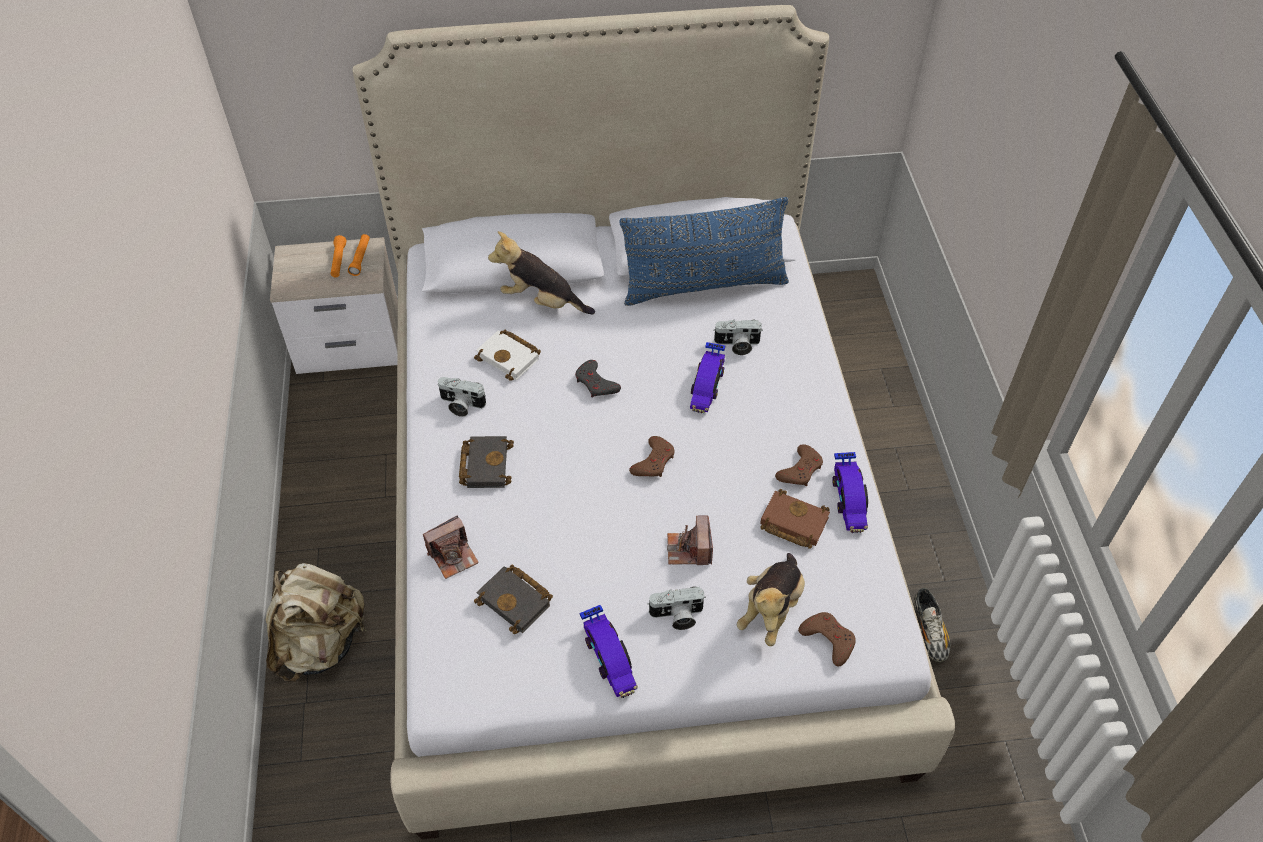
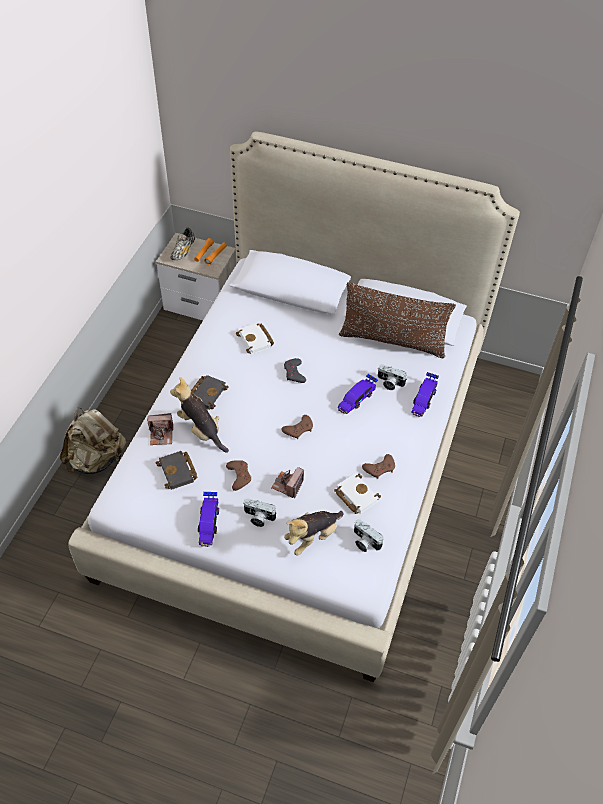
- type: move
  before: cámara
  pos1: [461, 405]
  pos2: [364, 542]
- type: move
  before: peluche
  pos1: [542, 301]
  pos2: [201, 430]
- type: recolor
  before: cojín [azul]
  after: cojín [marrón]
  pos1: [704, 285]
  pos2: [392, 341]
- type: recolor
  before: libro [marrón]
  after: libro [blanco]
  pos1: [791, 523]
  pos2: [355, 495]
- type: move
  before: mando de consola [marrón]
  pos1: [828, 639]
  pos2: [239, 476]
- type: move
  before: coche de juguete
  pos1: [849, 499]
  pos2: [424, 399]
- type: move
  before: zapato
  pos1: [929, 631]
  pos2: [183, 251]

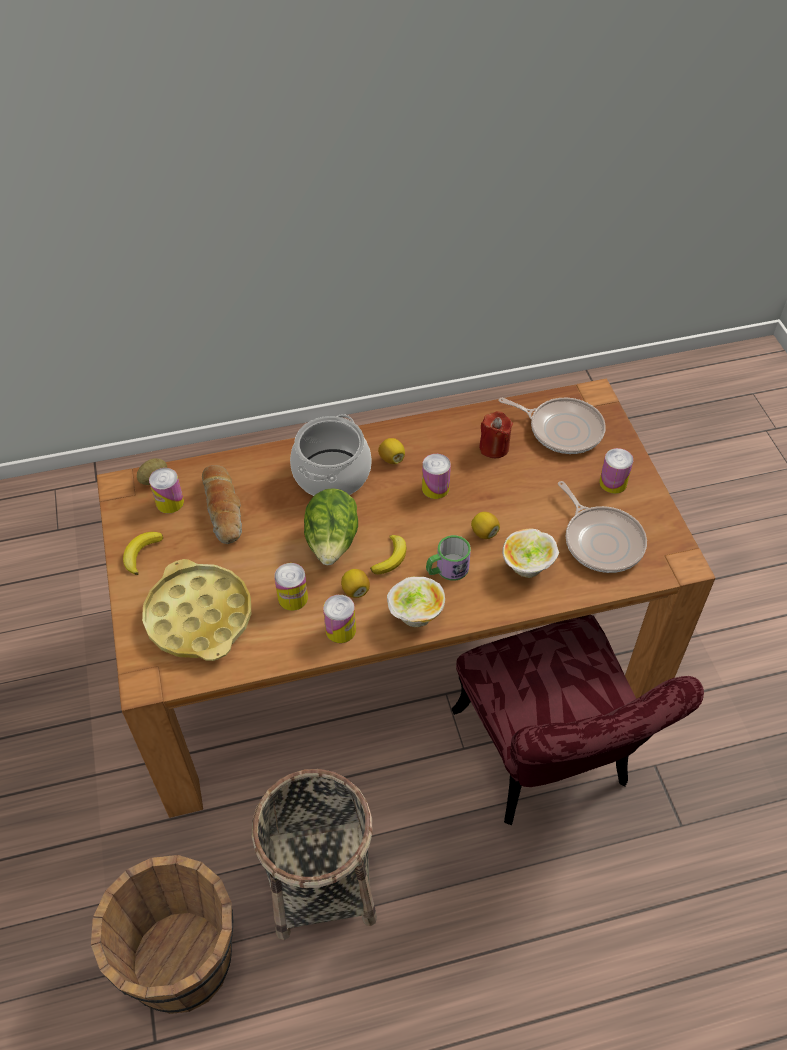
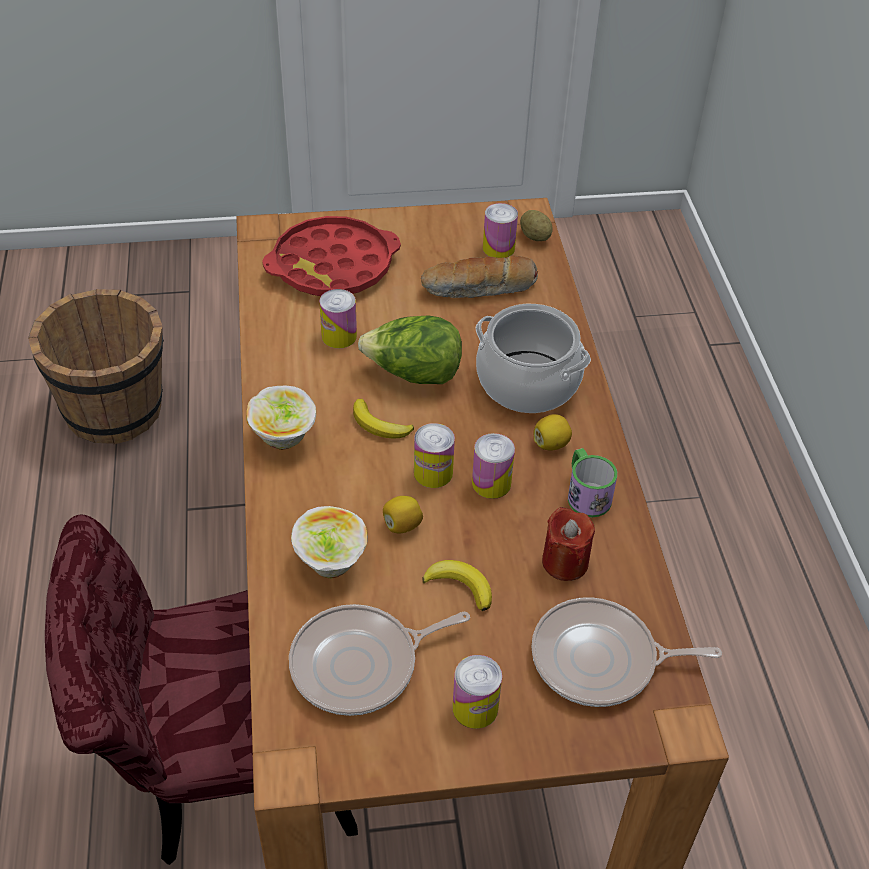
- type: move
  before: plátano
  pos1: [141, 553]
  pos2: [460, 586]
- type: recolor
  before: bandeja [amarillo]
  after: bandeja [rojo]
  pos1: [199, 616]
  pos2: [333, 266]
- type: delete
  before: cesta
  pos1: [321, 882]
- type: move
  before: lata
  pos1: [340, 630]
  pos2: [433, 473]
- type: delete
  before: limón
  pos1: [355, 590]
- type: move
  before: taza grande
  pos1: [447, 569]
  pos2: [586, 493]
- type: rotate
  before: sartén
  pos1: [562, 429]
  pos2: [600, 660]
  turn: 60

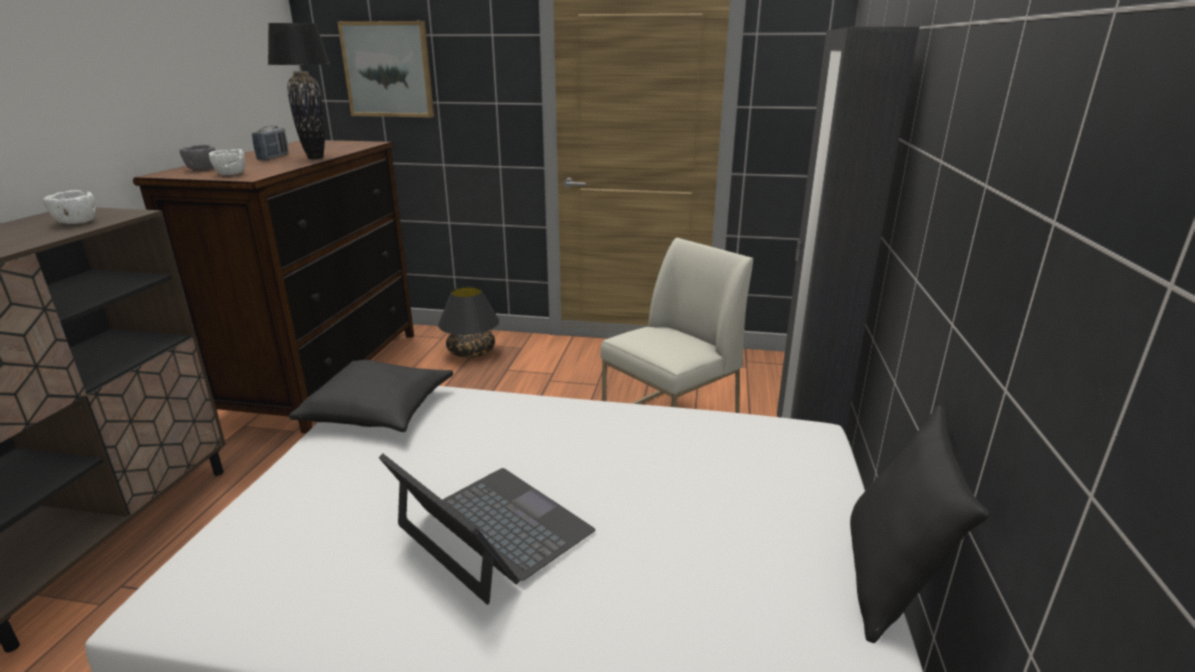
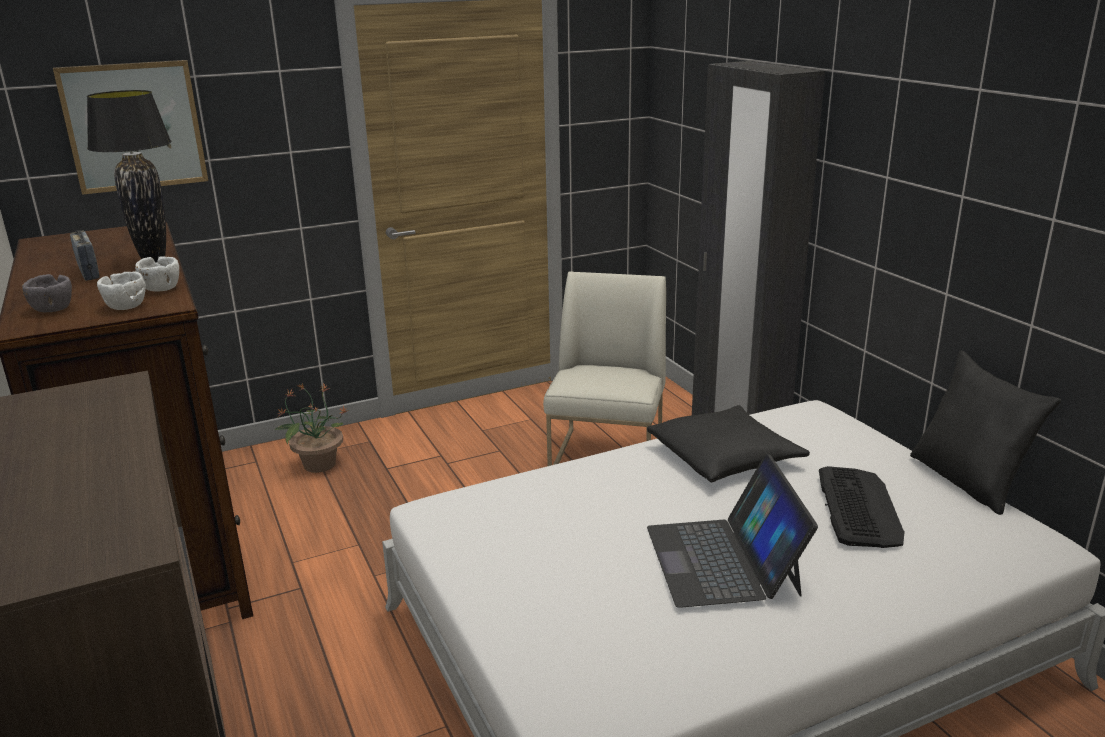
- type: move
  before: cuenco [blanco]
  pos1: [76, 222]
  pos2: [161, 289]
- type: move
  before: cojín [negro]
  pos1: [378, 409]
  pos2: [725, 456]
- type: rotate
  before: portátil
  pos1: [492, 530]
  pos2: [723, 560]
  turn: -105
- type: replace
  before: lámpara de mesa [negro]
  after: planta en maceta
  pos1: [471, 352]
  pos2: [318, 464]
- type: insert
  after: teclado
  pos2: [858, 507]

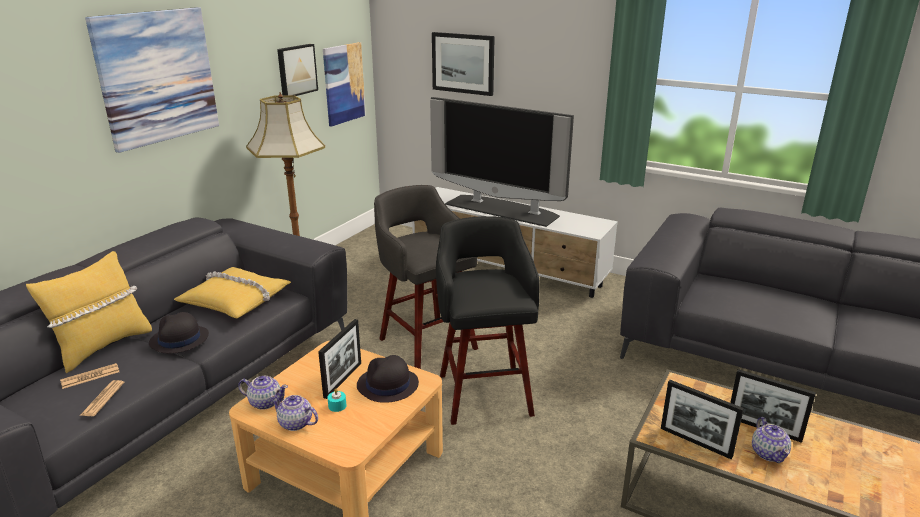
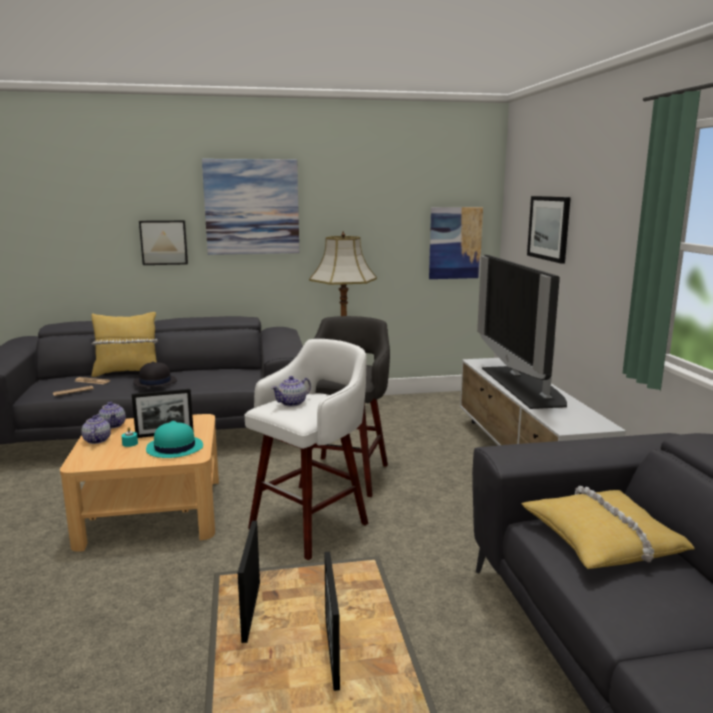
- type: move
  before: cojín [amarillo]
  pos1: [236, 300]
  pos2: [603, 539]
- type: move
  before: cuadro
  pos1: [296, 70]
  pos2: [164, 242]
- type: recolor
  before: sombrero [negro]
  after: sombrero [turquesa]
  pos1: [387, 385]
  pos2: [174, 448]
- type: recolor
  before: taburete [negro]
  after: taburete [blanco]
  pos1: [484, 392]
  pos2: [312, 524]
- type: move
  before: tetera
  pos1: [768, 453]
  pos2: [292, 403]

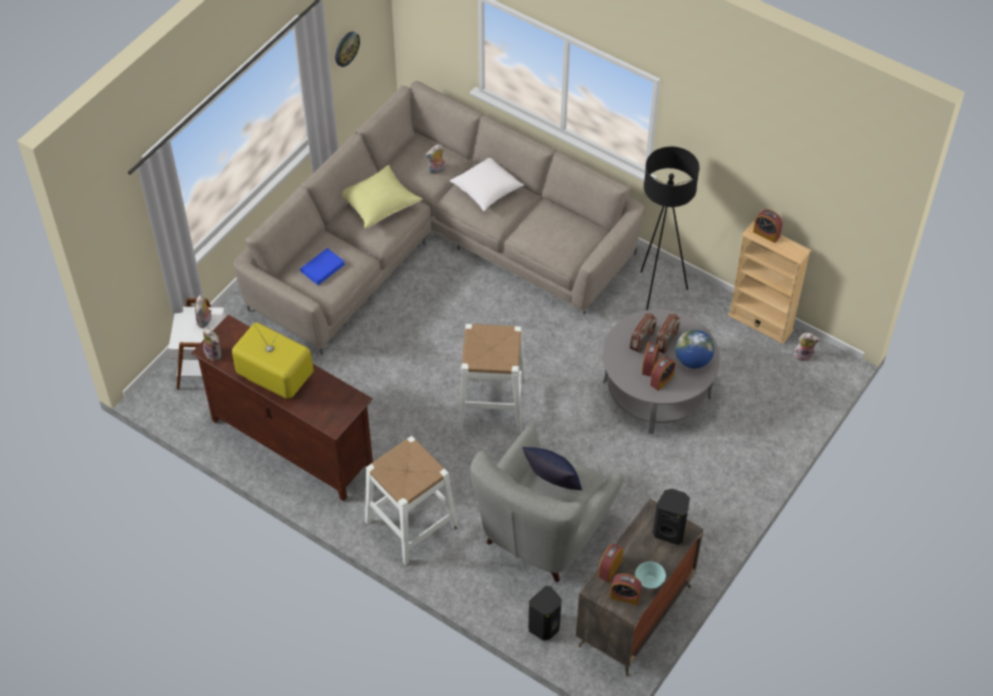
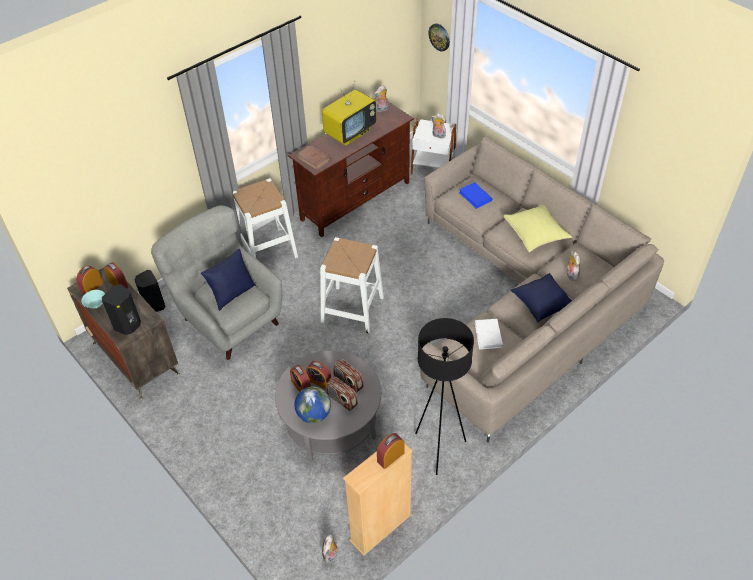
- type: move
  before: reloj de pared
  pos1: [346, 48]
  pos2: [439, 37]
- type: recolor
  before: cojín [blanco]
  after: cojín [azul]
  pos1: [487, 191]
  pos2: [541, 304]
- type: insert
  after: libro [marrón]
  pos2: [314, 159]
- type: insert
  after: libro [blanco]
  pos2: [488, 335]

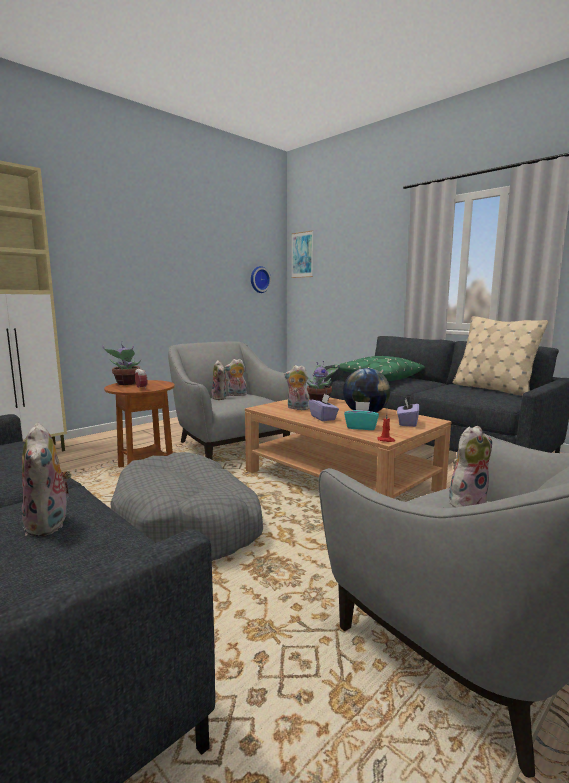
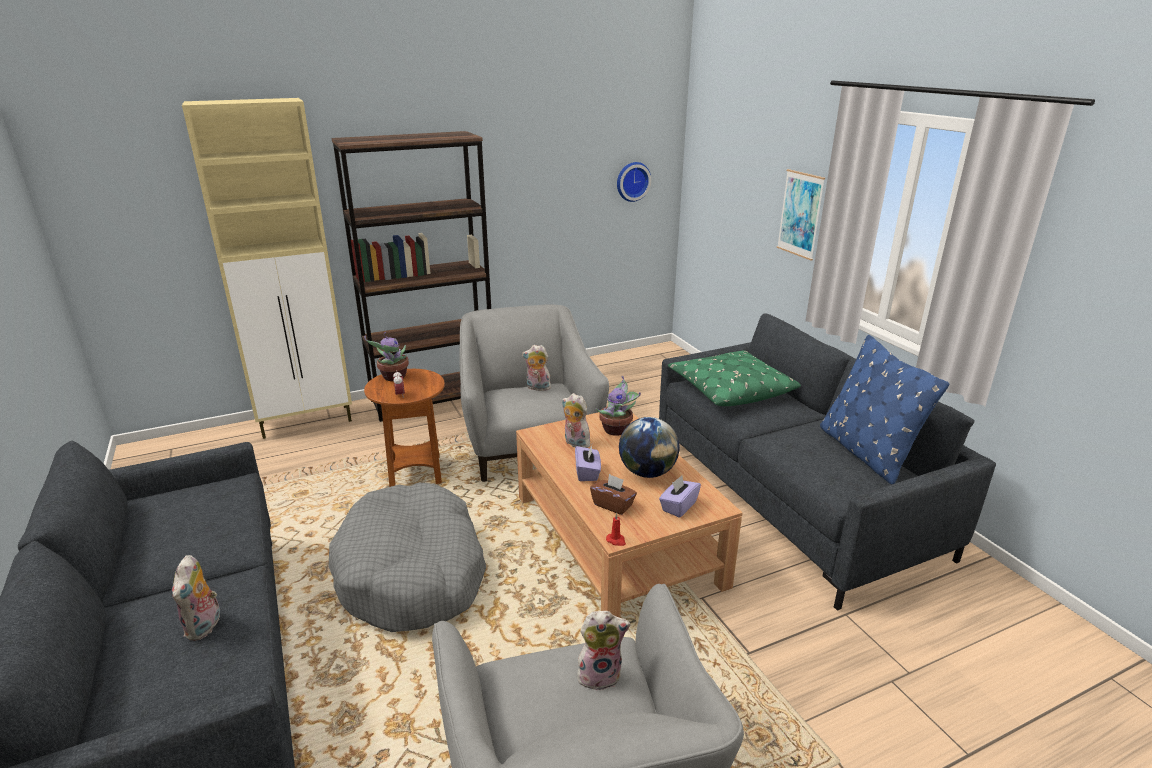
- type: delete
  before: peluche
  pos1: [220, 398]
- type: move
  before: cuadro
  pos1: [302, 255]
  pos2: [800, 214]
- type: recolor
  before: caja de pañuelos [turquesa]
  after: caja de pañuelos [marrón]
  pos1: [361, 427]
  pos2: [613, 505]
- type: recolor
  before: cojín [beis]
  after: cojín [azul]
  pos1: [492, 389]
  pos2: [866, 452]
- type: insert
  after: estantería [marrón]
  pos2: [434, 399]

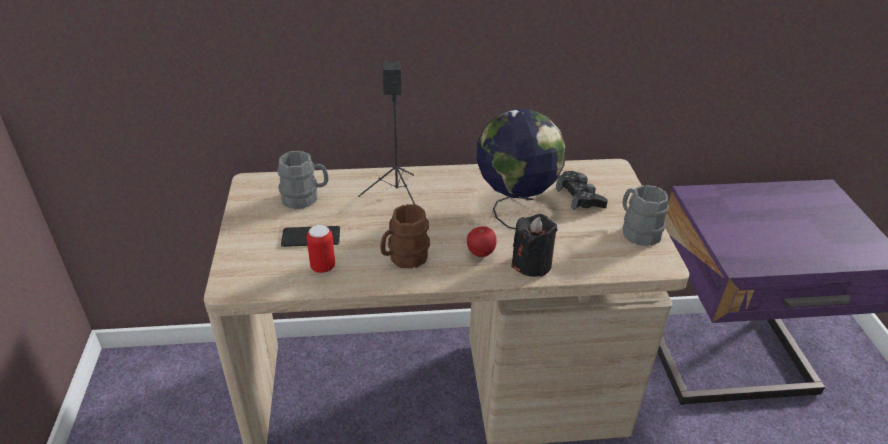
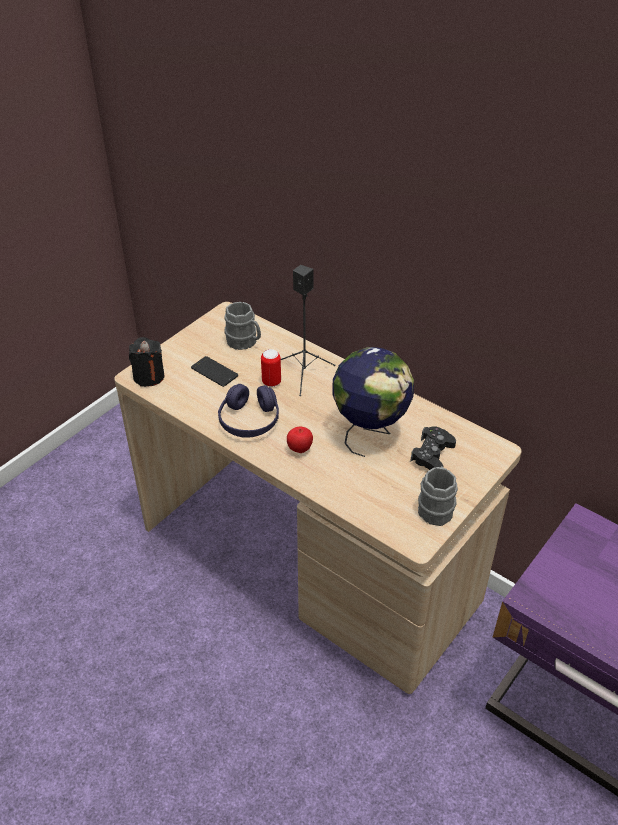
- type: move
  before: lata
  pos1: [323, 267]
  pos2: [271, 382]
- type: replace
  before: taza grande [marrón]
  after: auriculares [morado]
  pos1: [404, 258]
  pos2: [249, 420]
- type: move
  before: vela [negro]
  pos1: [531, 264]
  pos2: [149, 376]

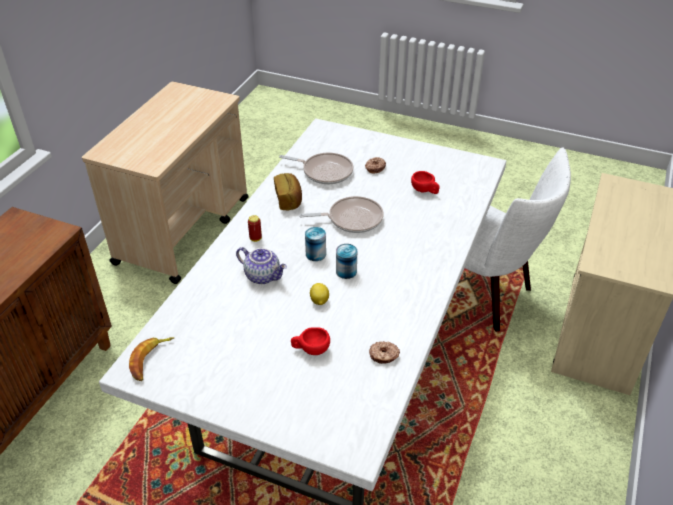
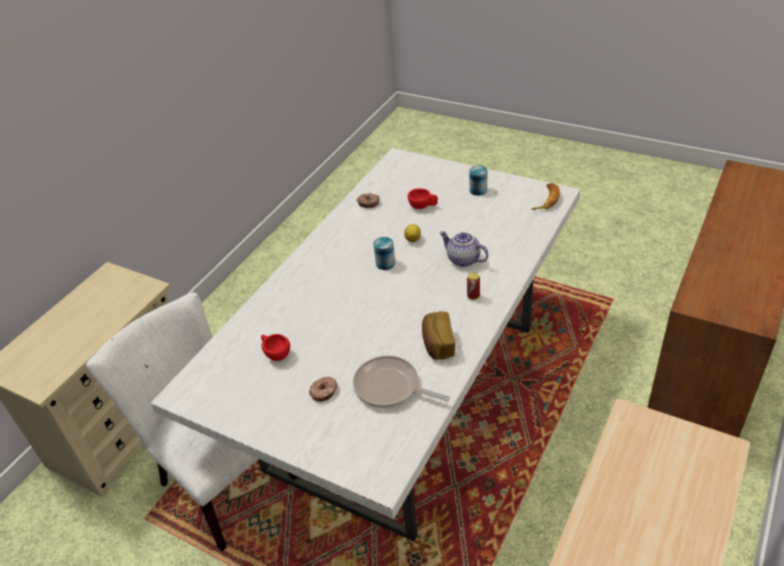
- type: delete
  before: sartén
  pos1: [352, 219]
- type: move
  before: lata
  pos1: [315, 254]
  pos2: [478, 190]

